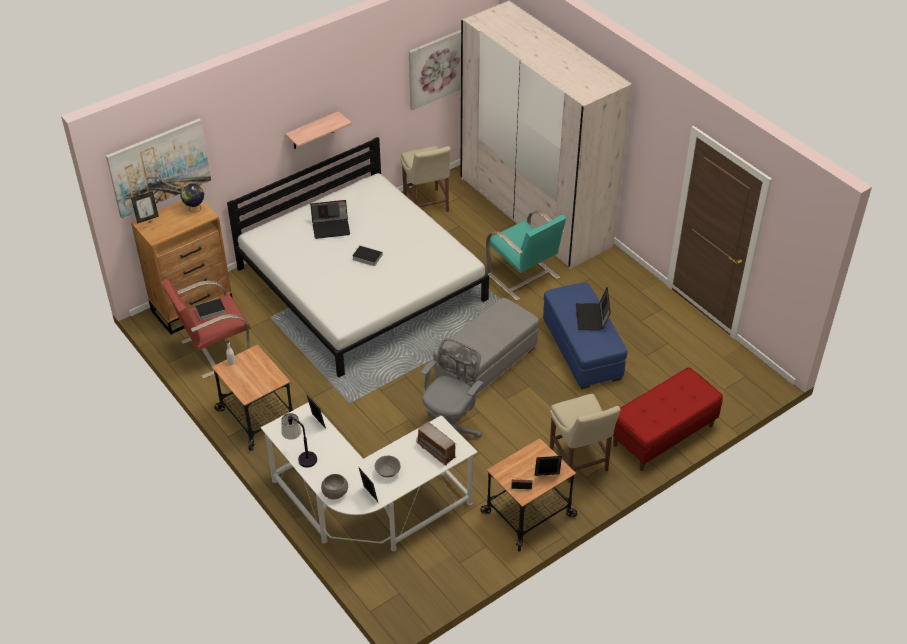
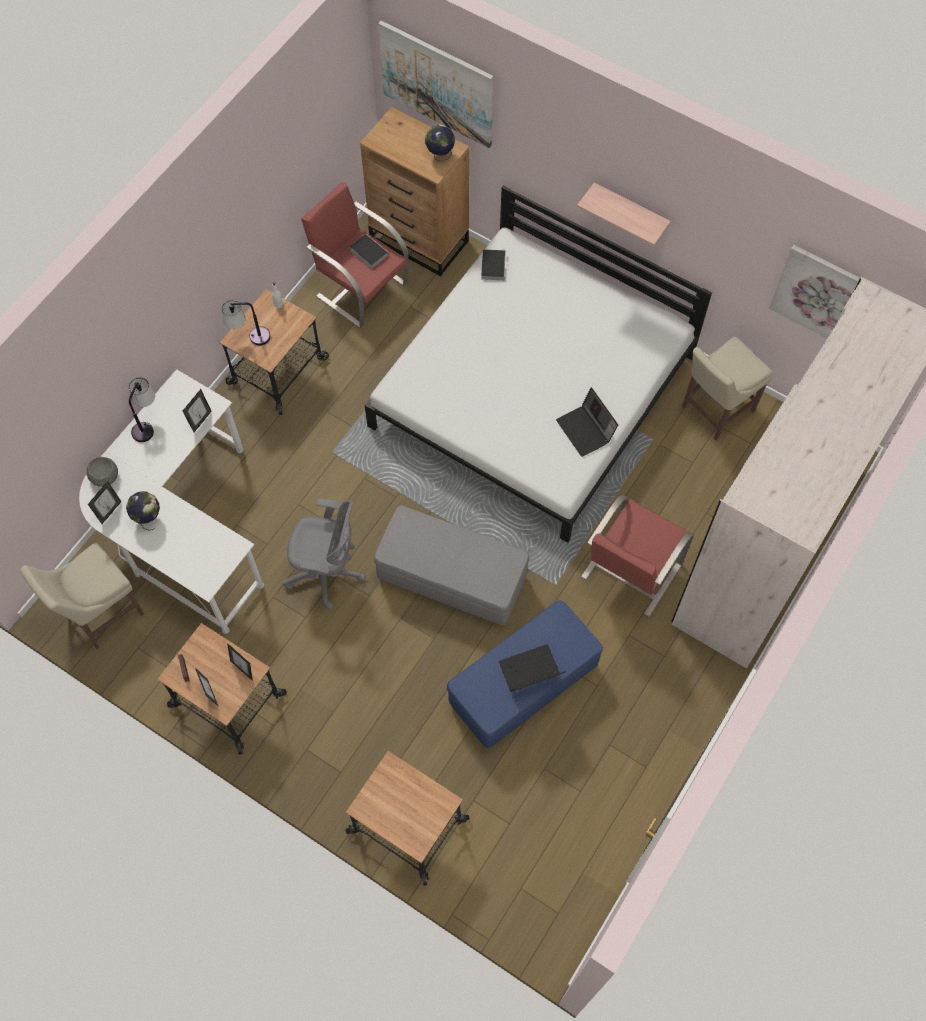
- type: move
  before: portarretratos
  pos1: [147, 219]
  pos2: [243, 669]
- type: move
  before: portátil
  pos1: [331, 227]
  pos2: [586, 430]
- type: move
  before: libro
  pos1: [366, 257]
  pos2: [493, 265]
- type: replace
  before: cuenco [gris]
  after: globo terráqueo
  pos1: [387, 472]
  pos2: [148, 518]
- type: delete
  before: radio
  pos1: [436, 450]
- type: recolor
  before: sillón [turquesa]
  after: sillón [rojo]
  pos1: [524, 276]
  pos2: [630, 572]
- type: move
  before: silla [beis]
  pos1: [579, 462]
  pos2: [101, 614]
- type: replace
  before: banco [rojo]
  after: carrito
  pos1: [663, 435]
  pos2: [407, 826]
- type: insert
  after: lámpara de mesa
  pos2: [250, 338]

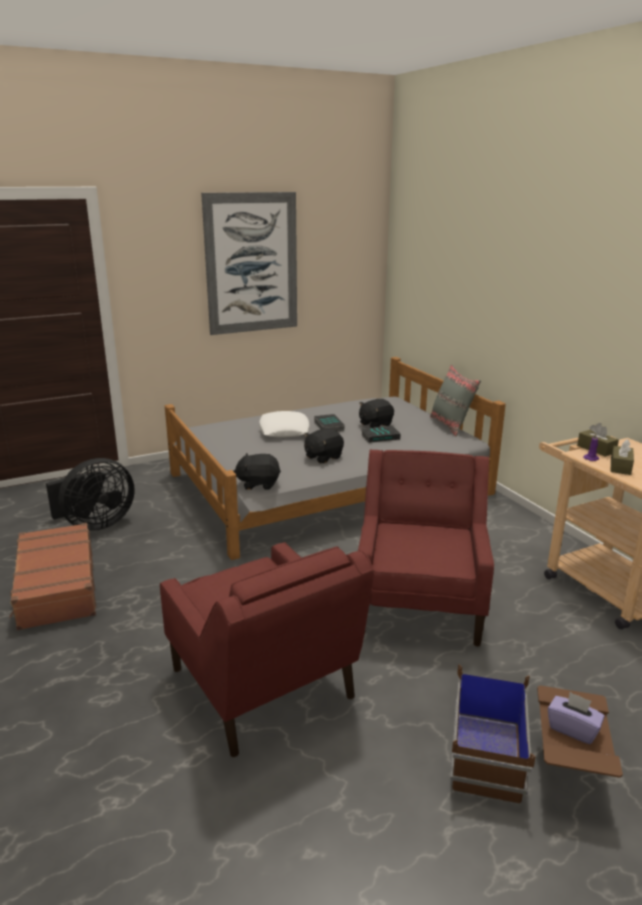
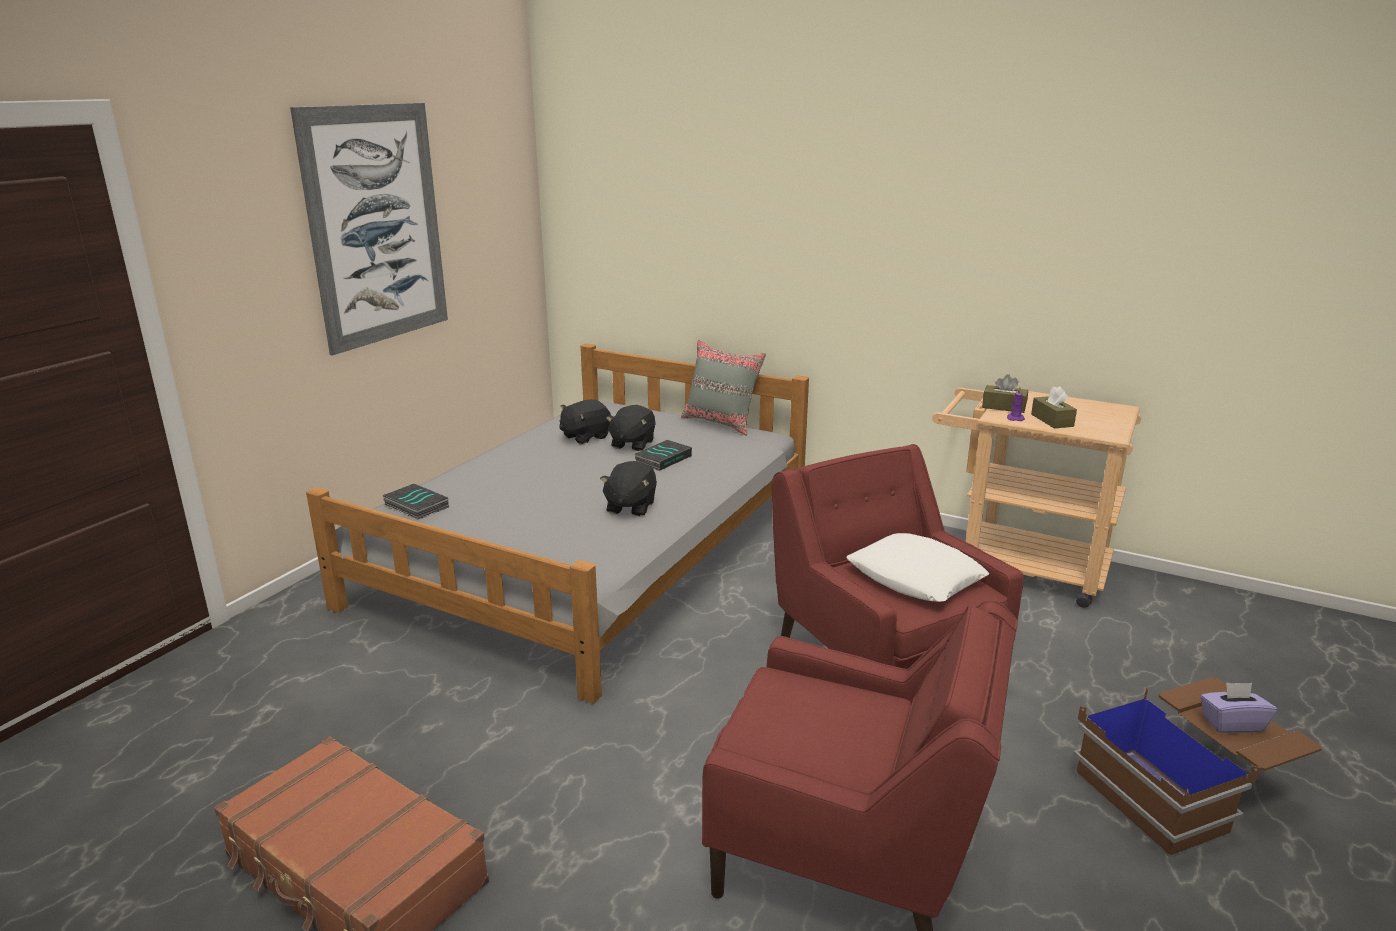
- type: delete
  before: ventilador [negro]
  pos1: [95, 524]
- type: move
  before: peluche [negro]
  pos1: [258, 484]
  pos2: [585, 437]
- type: move
  before: cojín [blanco]
  pos1: [284, 430]
  pos2: [915, 577]
- type: move
  before: libro
  pos1: [328, 426]
  pos2: [415, 506]

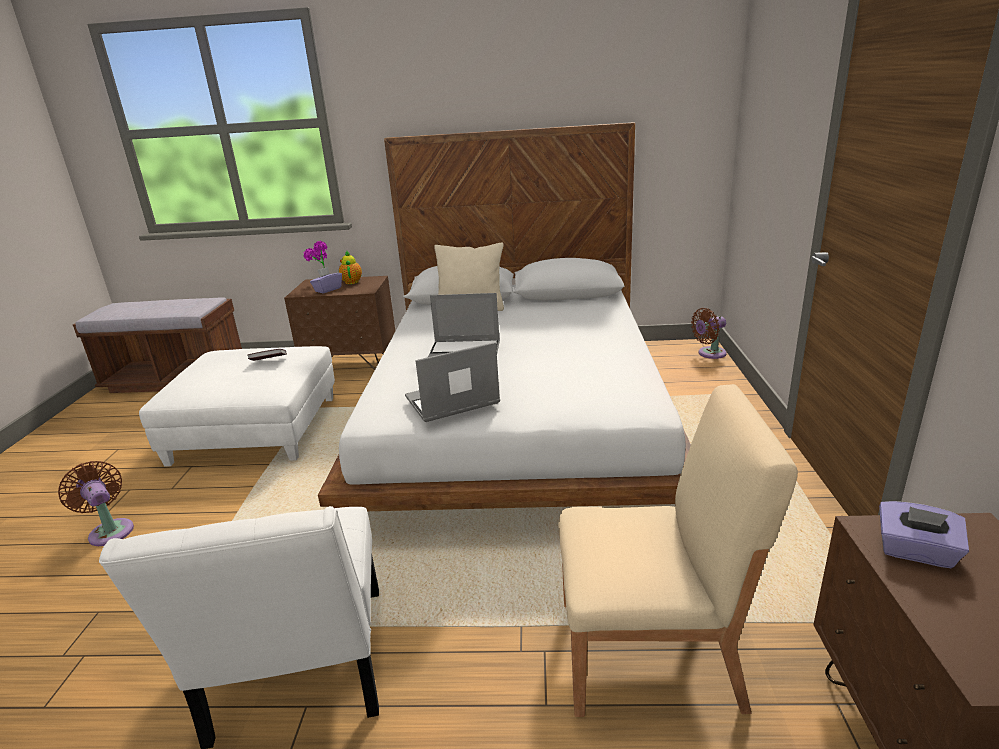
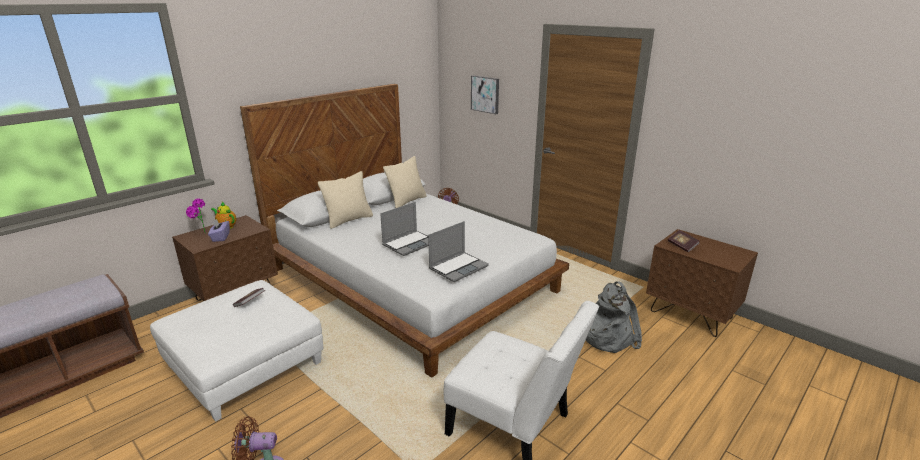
- type: rotate
  before: portátil
  pos1: [451, 402]
  pos2: [458, 267]
  turn: -150
- type: replace
  before: silla [beis]
  after: mochila [gris]
  pos1: [651, 653]
  pos2: [606, 335]
- type: replace
  before: caja de pañuelos [morado]
  after: libro
  pos1: [915, 552]
  pos2: [682, 246]
- type: insert
  after: cojín [beis]
  pos2: [407, 201]
- type: insert
  after: cuadro
  pos2: [485, 94]

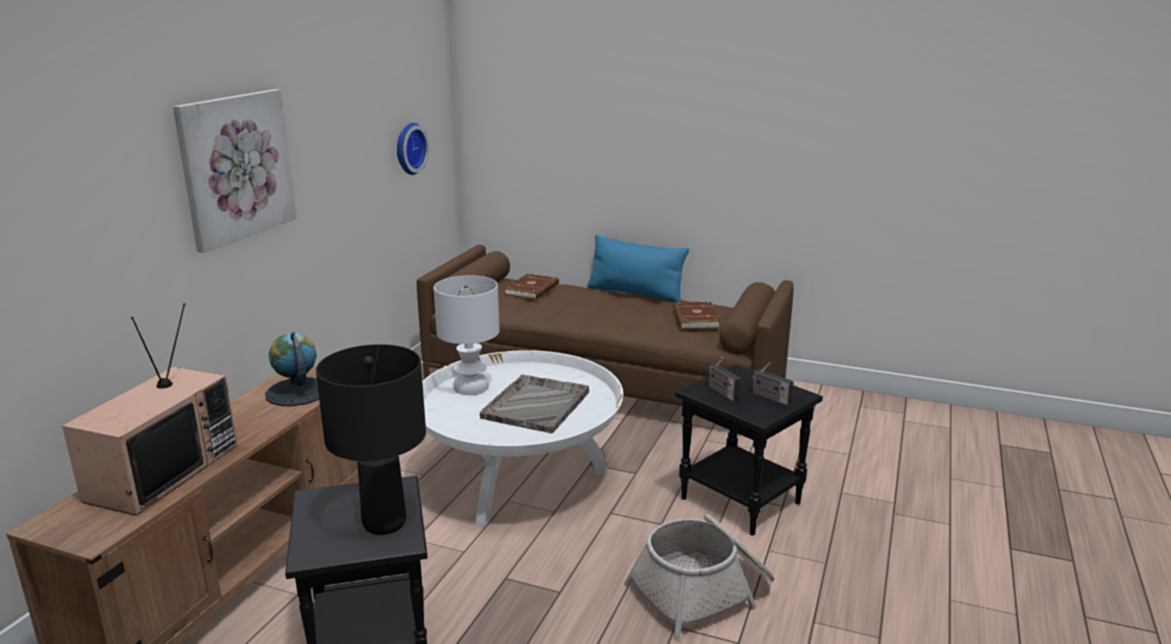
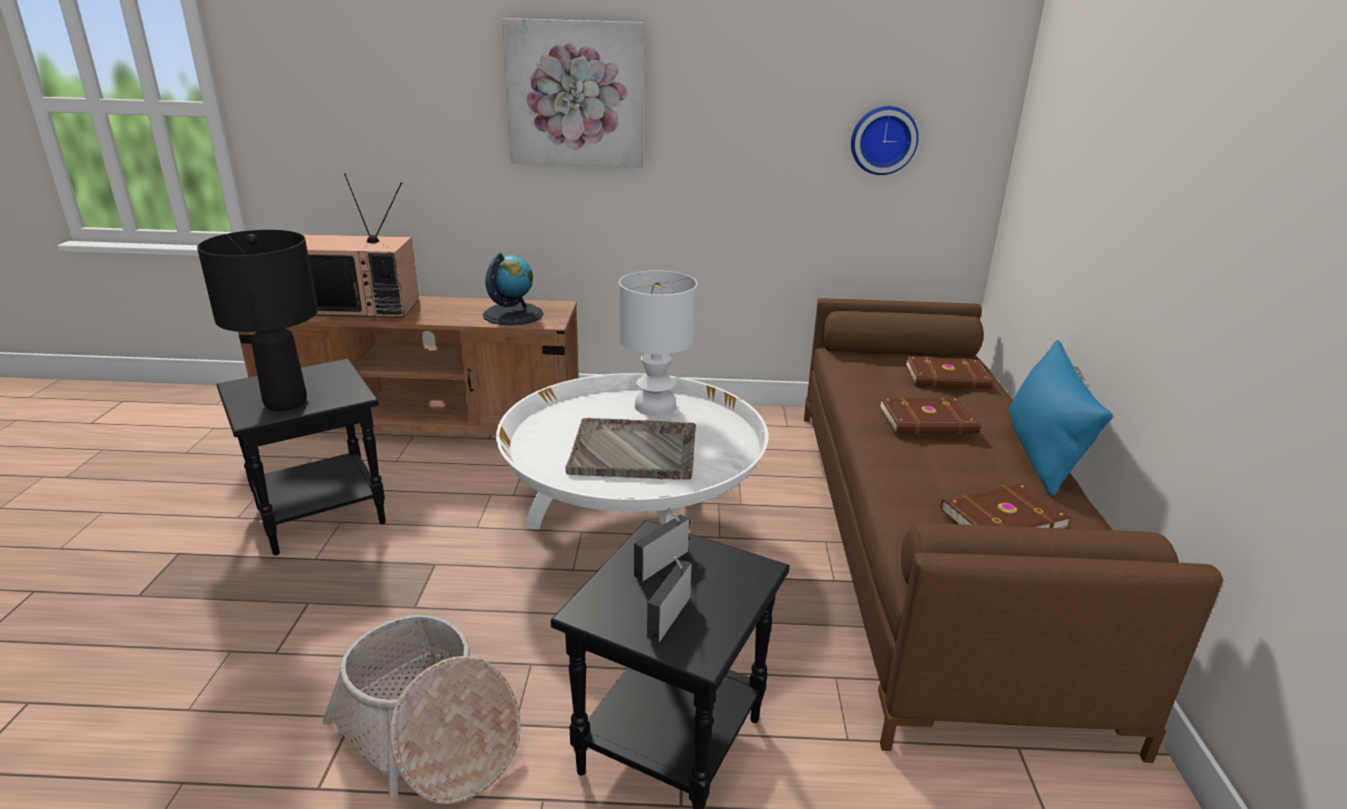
- type: insert
  after: libro [marrón]
  pos2: [928, 421]

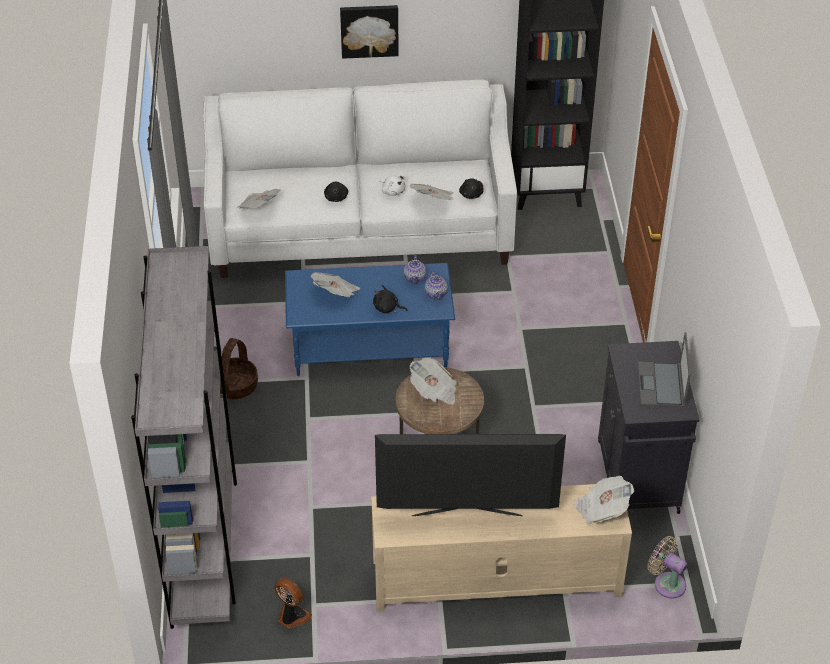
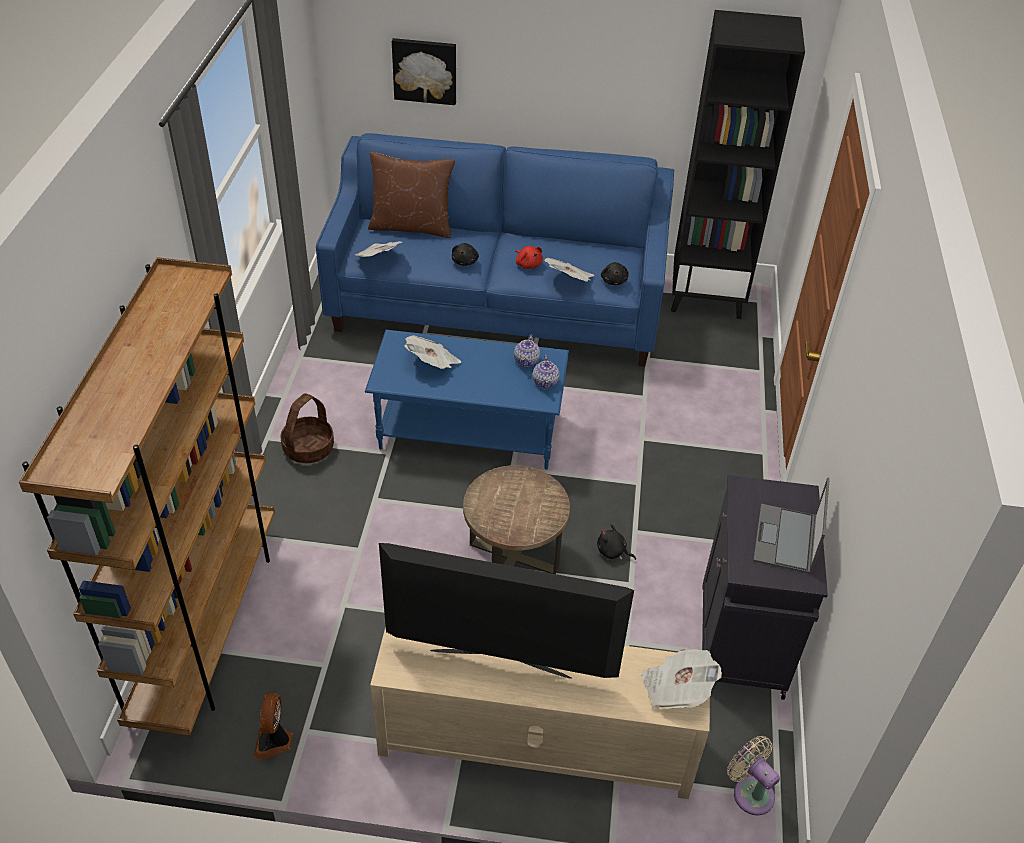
- type: recolor
  before: estantería [gris]
  after: estantería [marrón]
  pos1: [204, 543]
  pos2: [207, 625]
- type: recolor
  before: sofá [blanco]
  after: sofá [azul]
  pos1: [360, 228]
  pos2: [496, 304]
- type: rotate
  before: ventilador
  pos1: [292, 616]
  pos2: [274, 741]
  turn: -135
- type: move
  before: cuadro
  pos1: [369, 30]
  pos2: [425, 70]
- type: move
  before: peluche [negro]
  pos1: [387, 308]
  pos2: [612, 552]
- type: recolor
  before: peluche [blanco]
  after: peluche [rojo]
  pos1: [392, 191]
  pos2: [528, 264]
- type: delete
  before: periódico
  pos1: [434, 391]
- type: insert
  after: cojín [marrón]
  pos2: [411, 226]

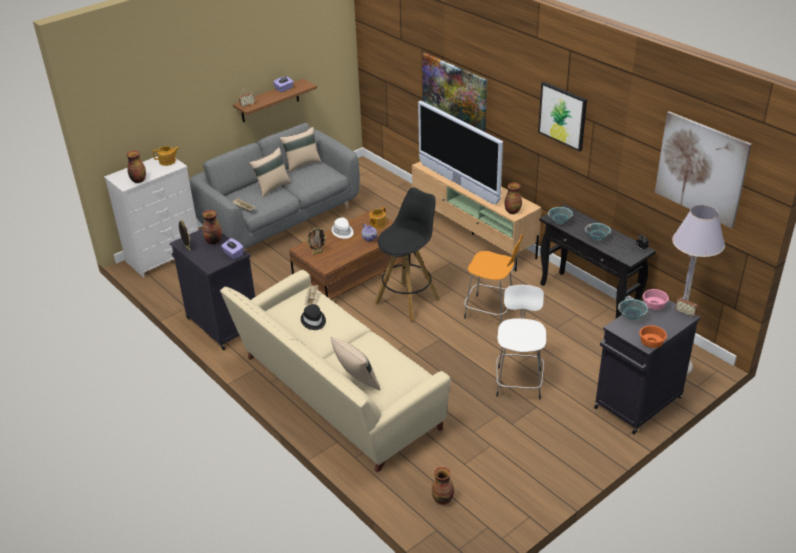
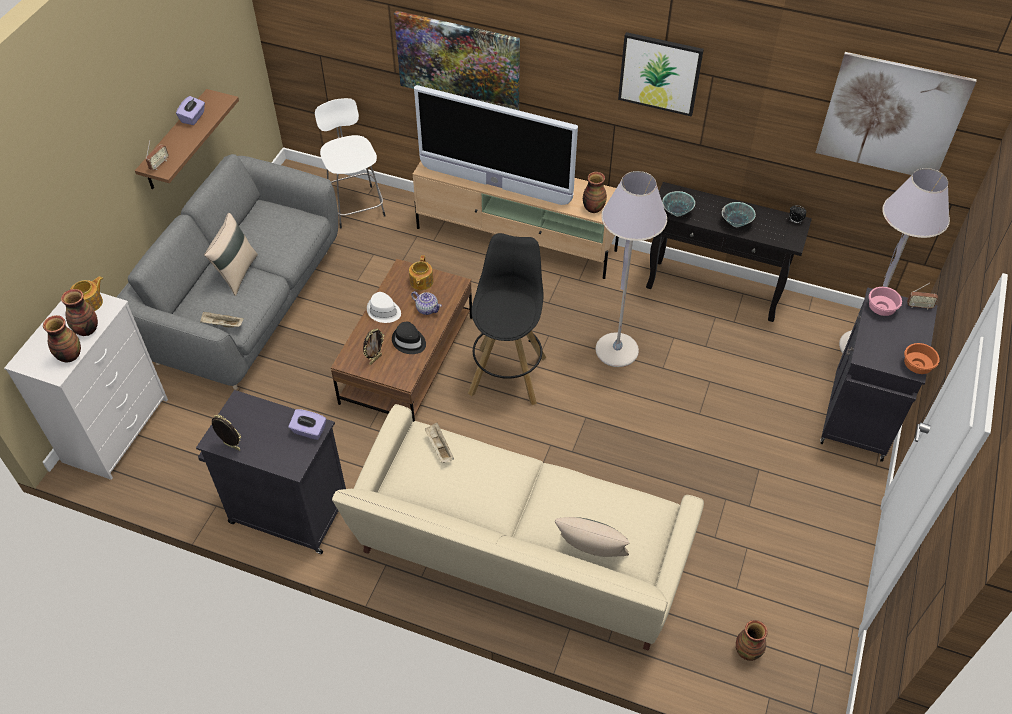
- type: move
  before: florero
  pos1: [213, 241]
  pos2: [86, 330]
- type: delete
  before: cojín [beis]
  pos1: [302, 164]
- type: move
  before: sombrero [negro]
  pos1: [313, 321]
  pos2: [409, 342]
- type: replace
  before: taburete [naranja]
  after: lámpara de pie [gris]
  pos1: [491, 311]
  pos2: [617, 351]
- type: move
  before: taburete [blanco]
  pos1: [519, 381]
  pos2: [355, 205]
- type: delete
  before: cuenco
  pos1: [632, 317]

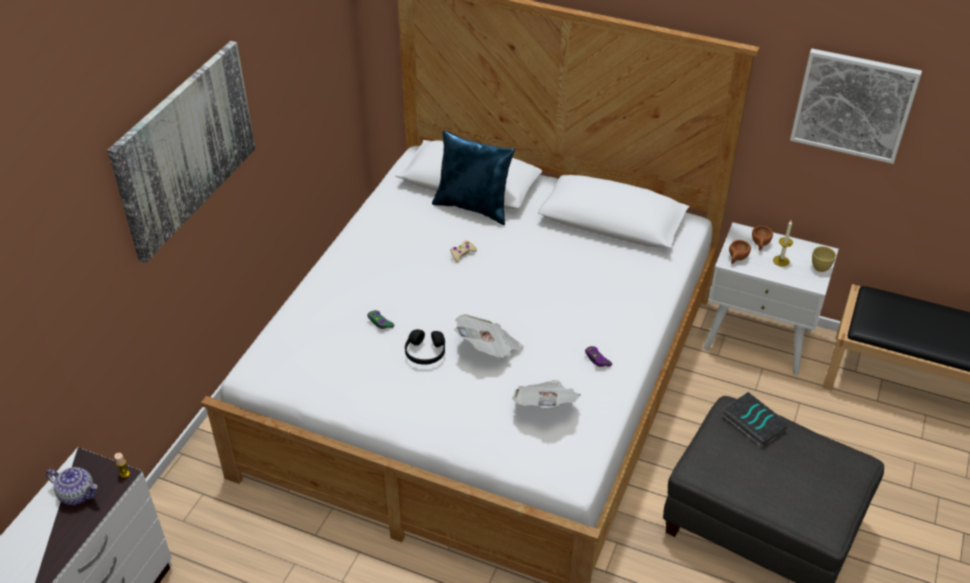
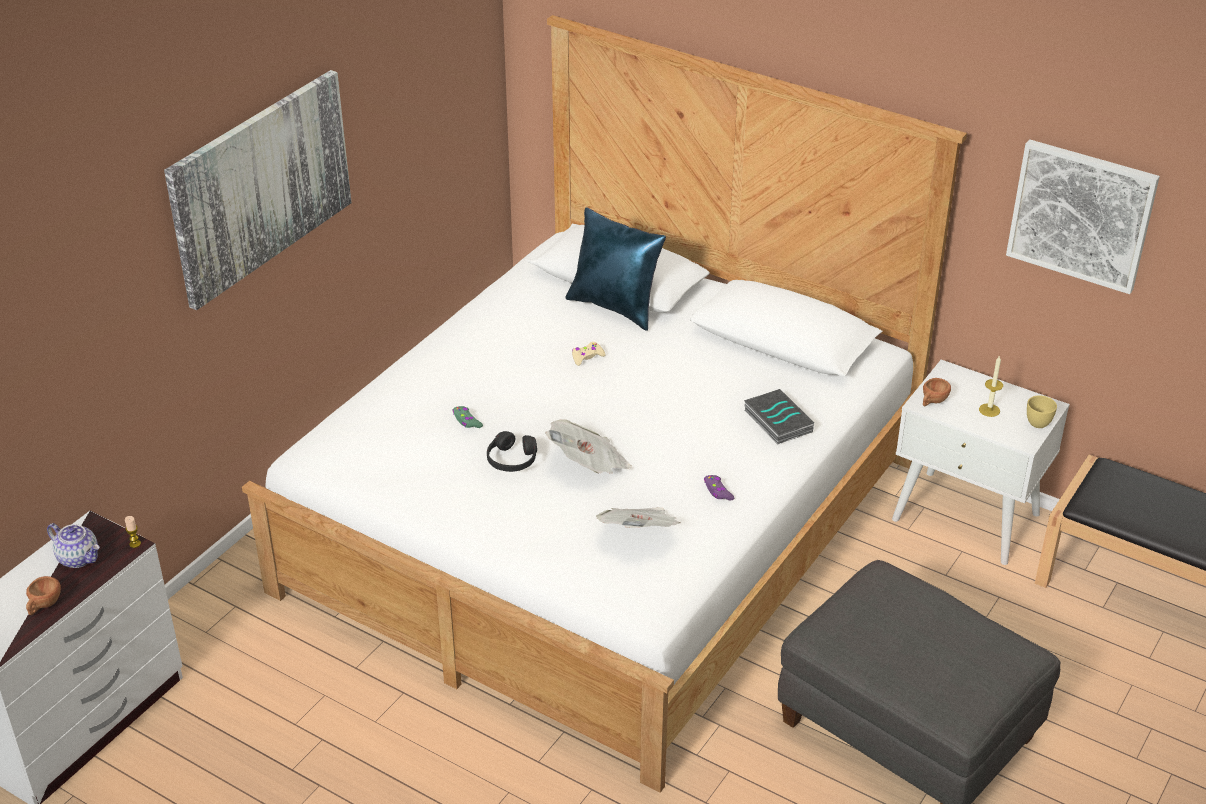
- type: move
  before: libro
  pos1: [752, 422]
  pos2: [776, 421]
- type: move
  before: taza [marrón]
  pos1: [760, 244]
  pos2: [43, 605]

